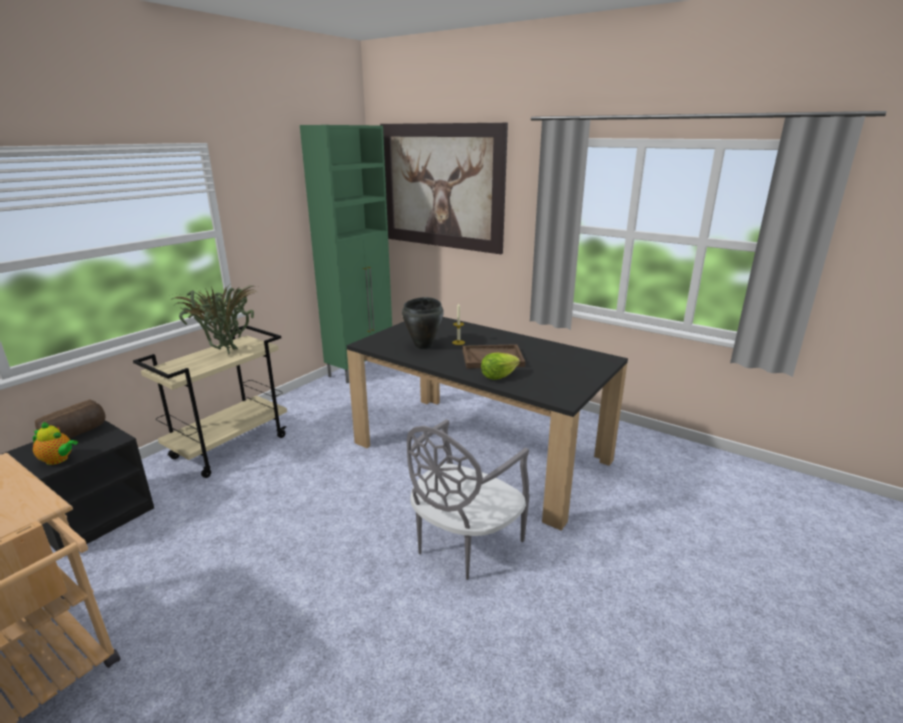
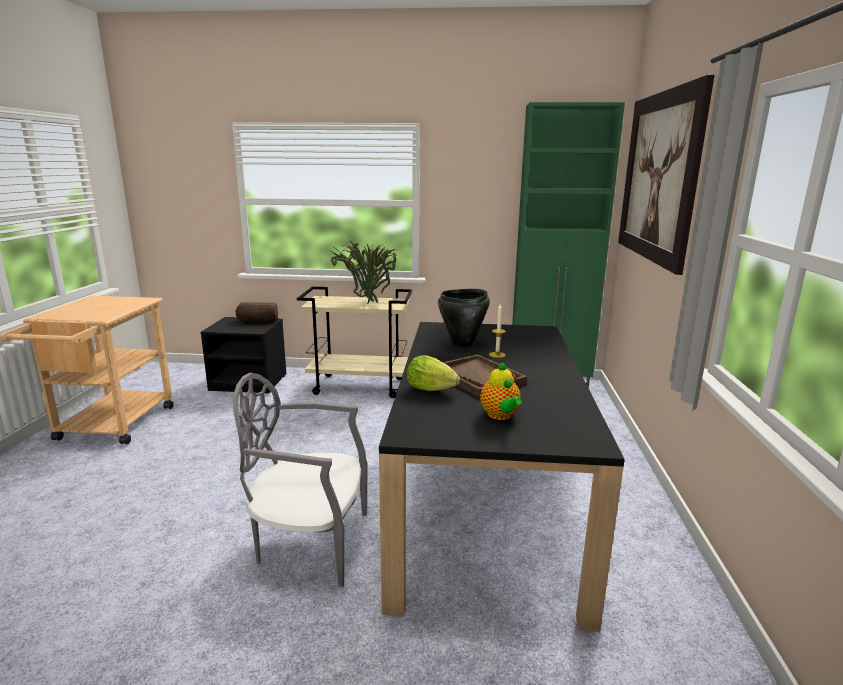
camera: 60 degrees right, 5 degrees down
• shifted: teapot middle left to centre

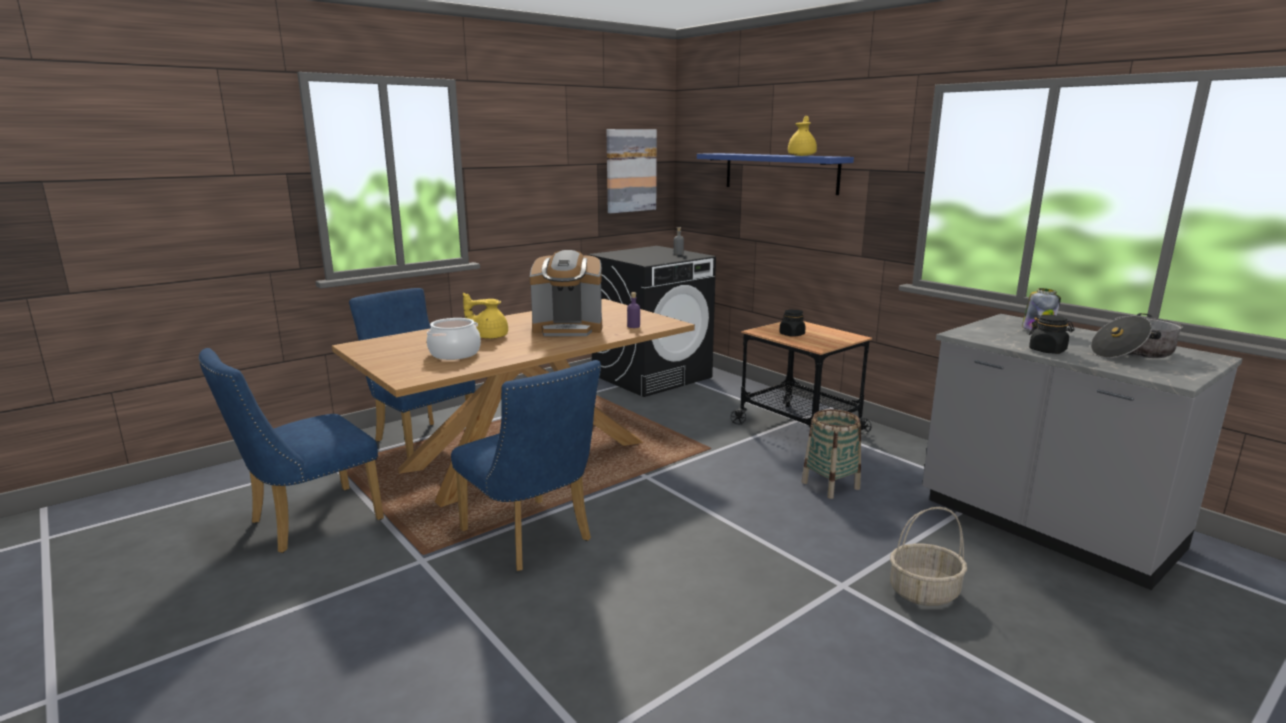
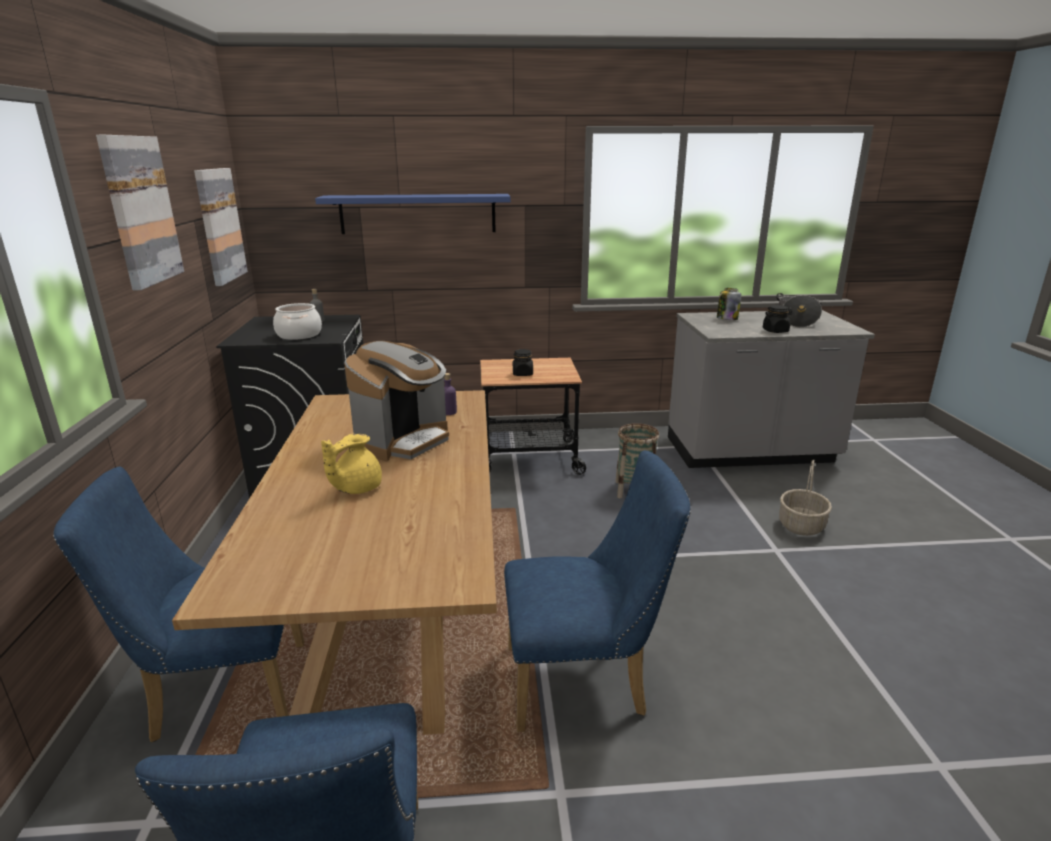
camera: 55 degrees left, 5 degrees up
• shifted: cooking pot (no. 1 from left) centre to middle left
• gone: teapot (yellow) (no. 2 from left) top centre
• new: picture (no. 1 from left) top left

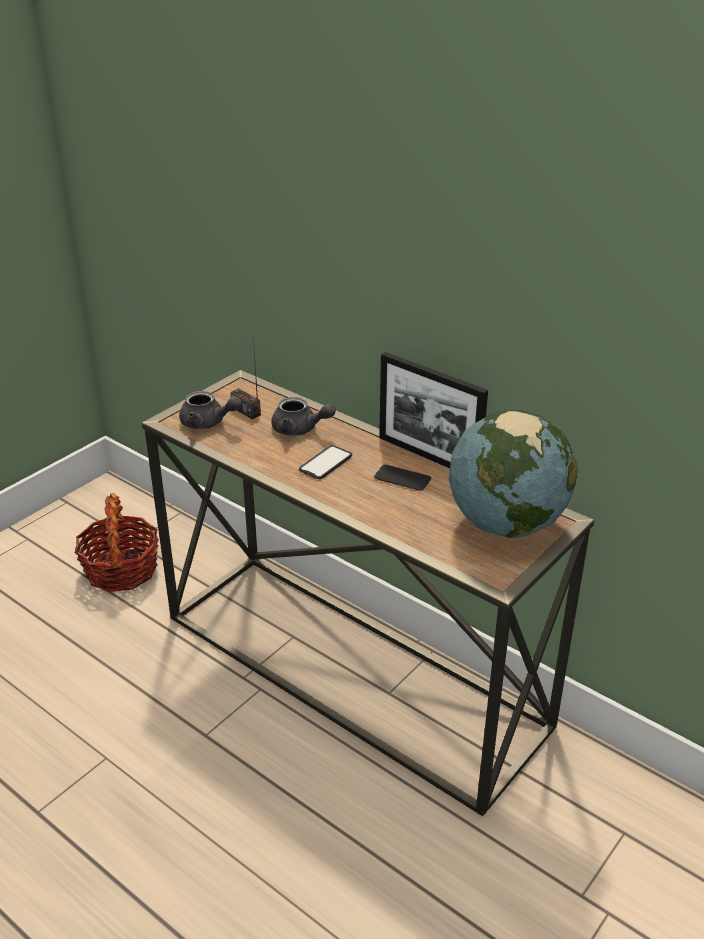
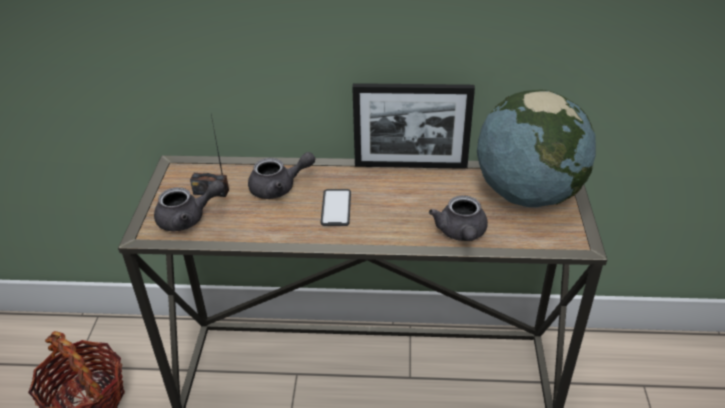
camera: 35 degrees left, 5 degrees up
• gone: phone (no. 2 from left) centre
• new: teapot (grey) (no. 3 from left) centre

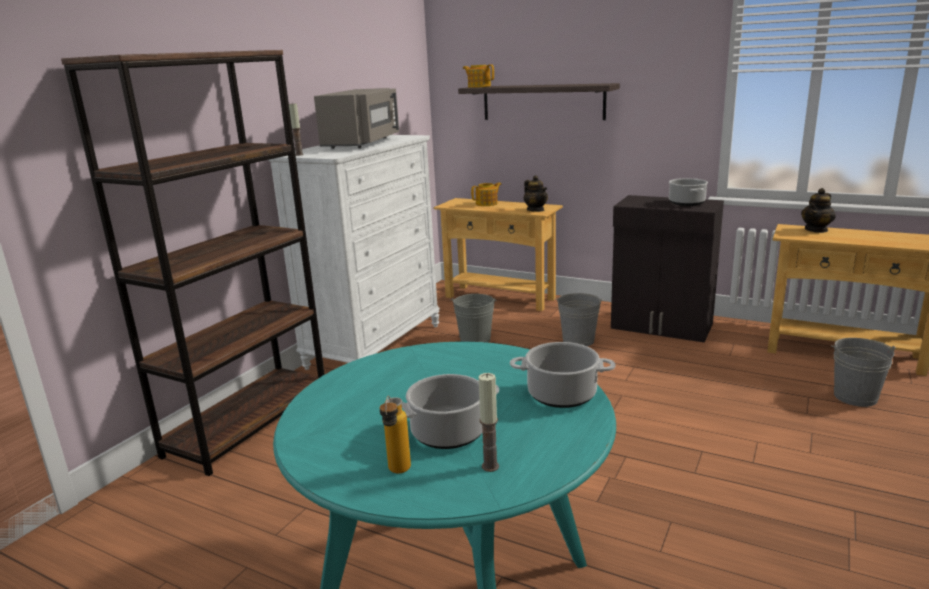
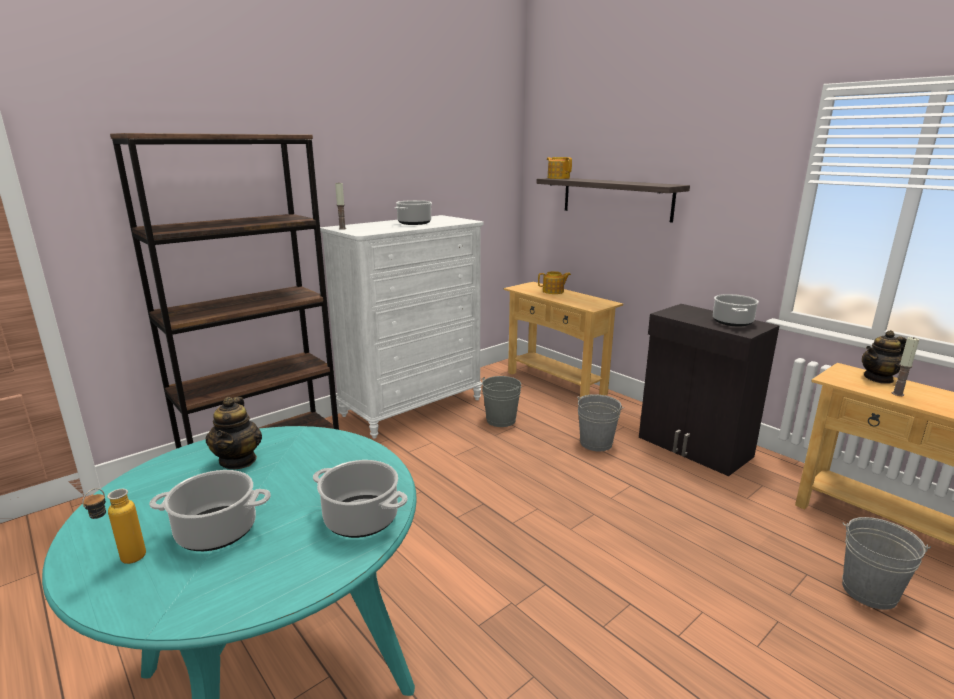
camera: 20 degrees right, 0 degrees up
• swapped: microwave (grey) top centre to cooking pot (no. 3 from left) top centre
• shifted: candle (no. 2 from left) bottom centre to middle right
• shifted: teapot (no. 3 from left in the first image) top centre to teapot (no. 1 from left) middle left

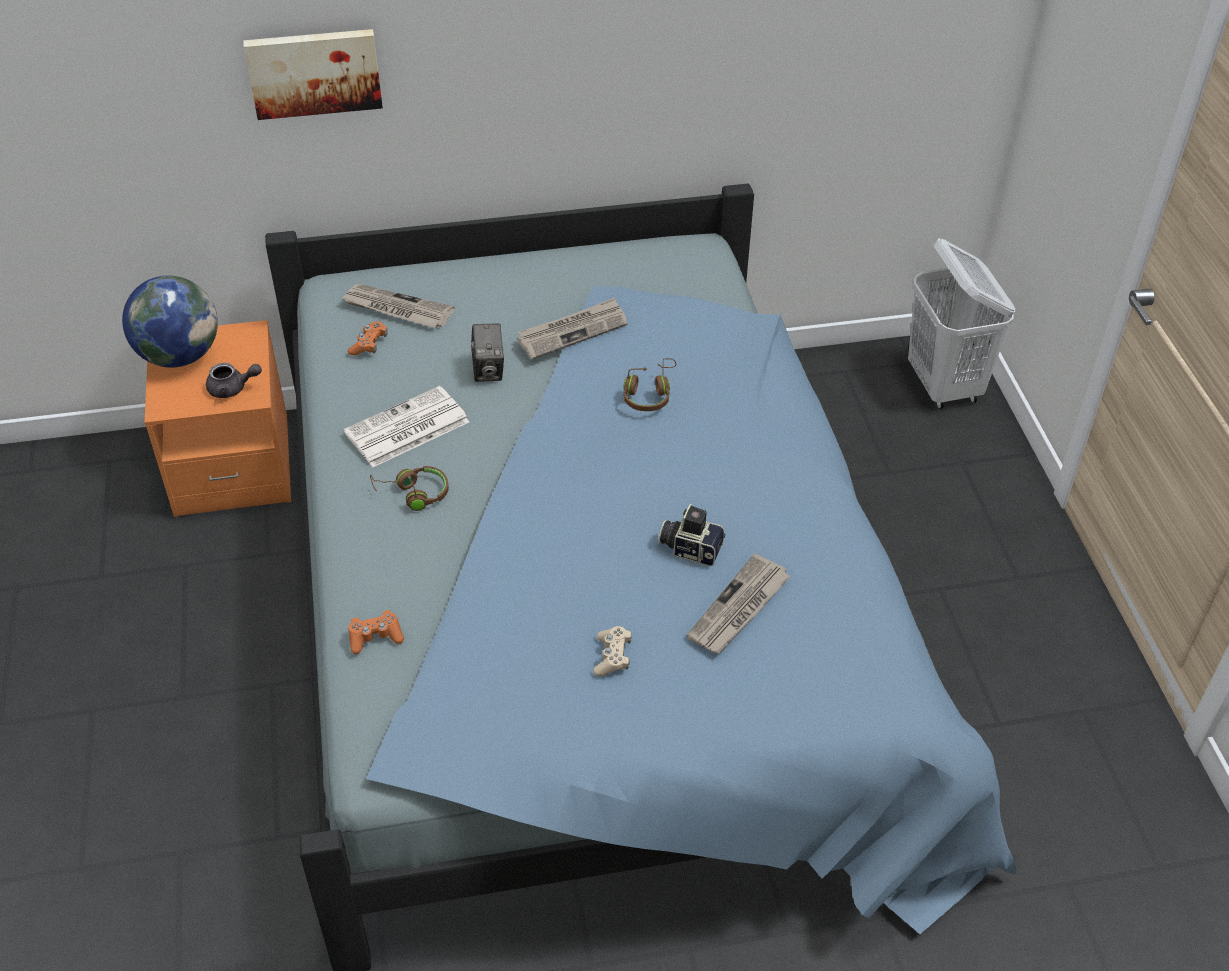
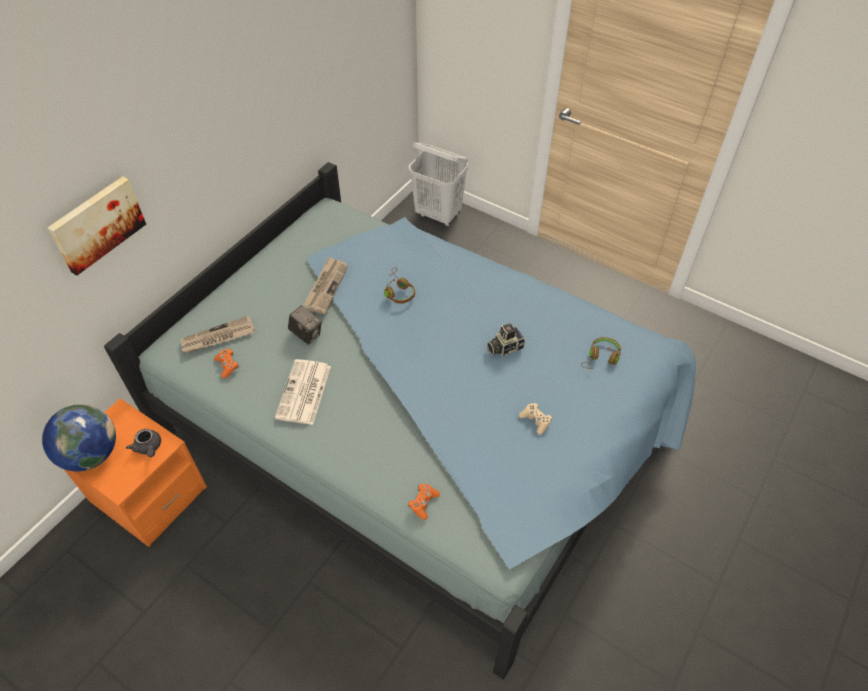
camera: 45 degrees left, 5 degrees up
• rotated: teapot (grey) middle left = middle left 105 degrees clockwise
• shifted: headphones (brown) (no. 1 from left in the first image) middle left to headphones (brown) (no. 2 from left) middle right
• gone: newspaper (no. 4 from left) centre

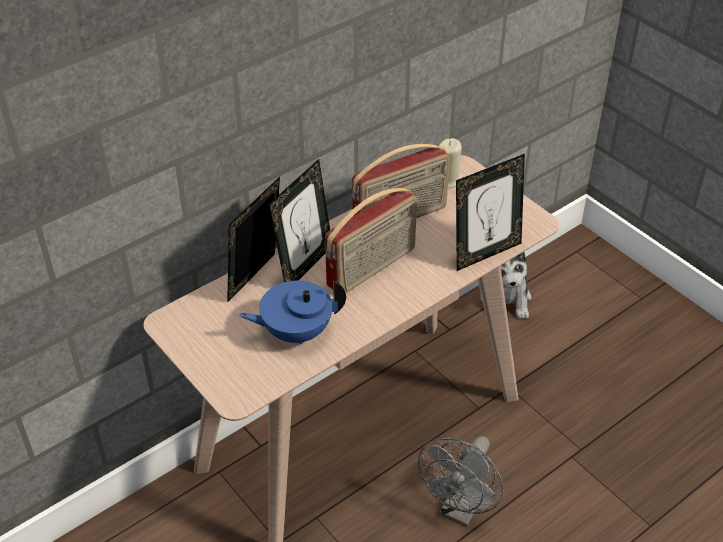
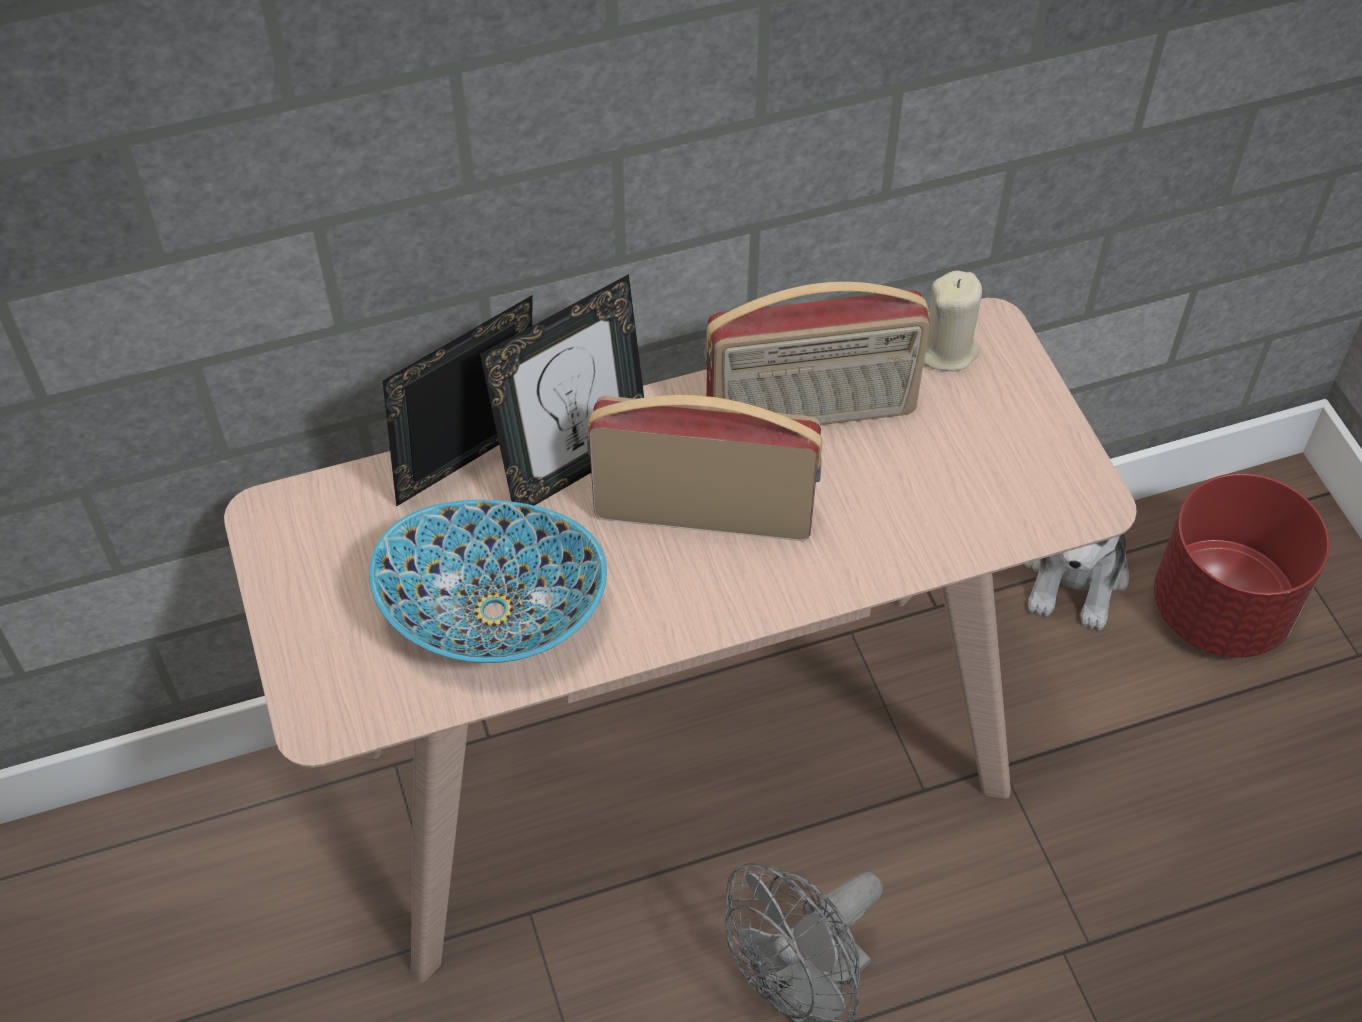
camera: 20 degrees right, 10 degrees up
• swapped: teapot (blue) centre to bowl centre
• rotated: radio (no. 1 from left) centre = centre 150 degrees counterclockwise
• gone: picture frame (no. 3 from left) middle right
• new: planter (red) middle right

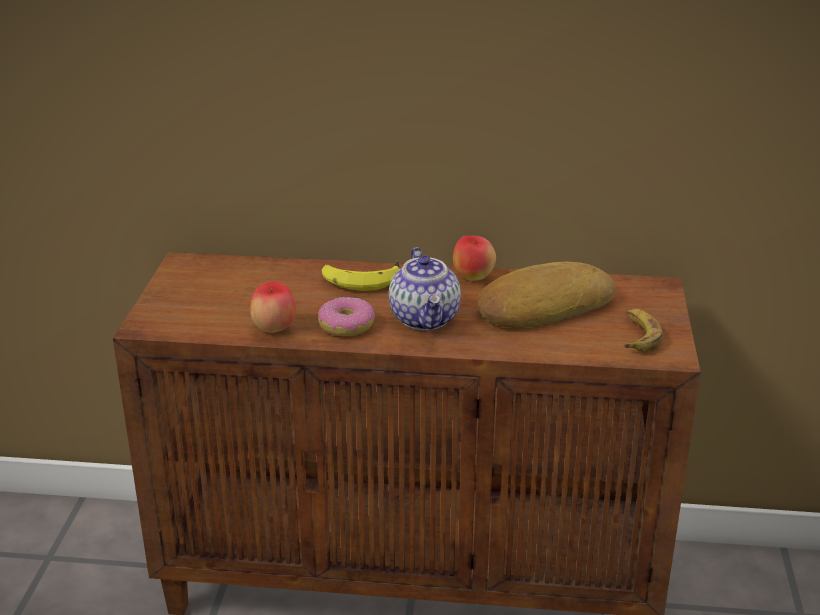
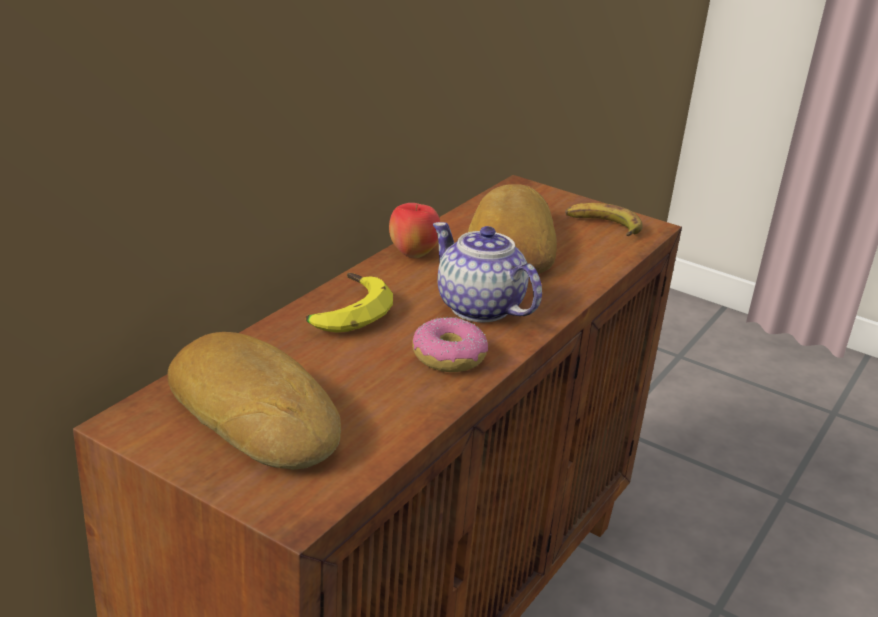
camera: 65 degrees left, 0 degrees up
• gone: apple (no. 1 from left) middle left
• rotated: teapot centre = centre 150 degrees counterclockwise
• new: bread (no. 1 from left) middle left

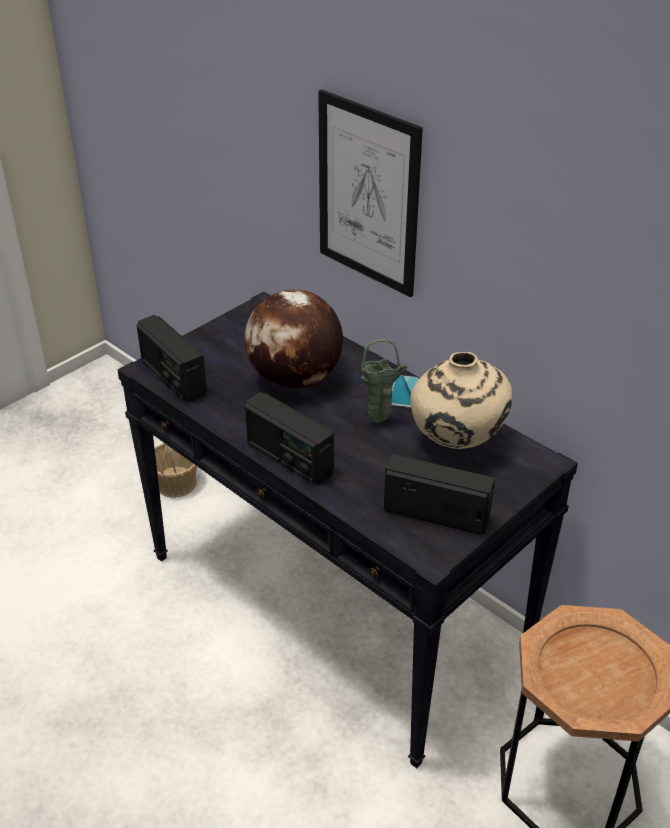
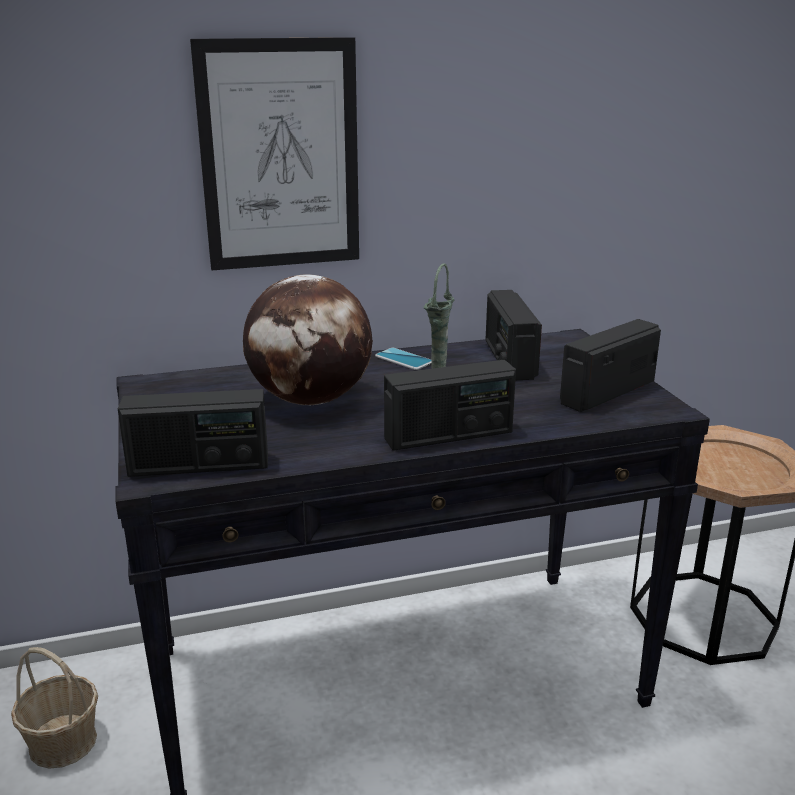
camera: 60 degrees left, 15 degrees down
• swapped: vase (beige) middle right to radio (no. 3 from left) centre

